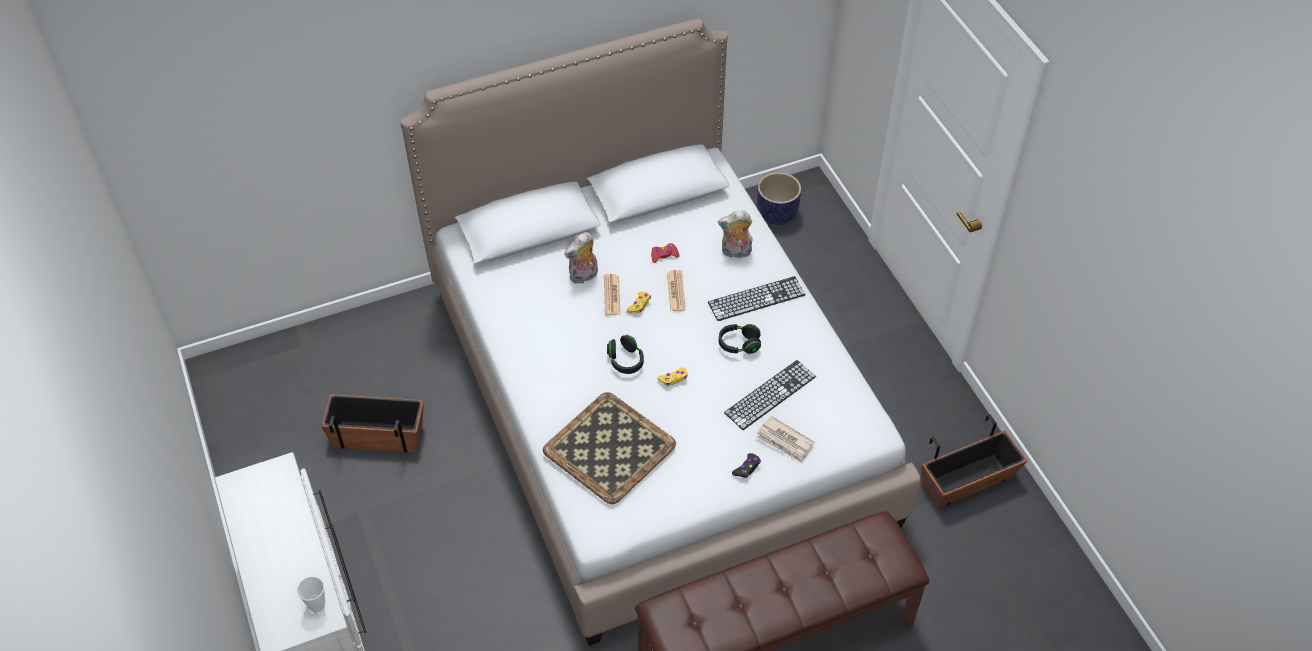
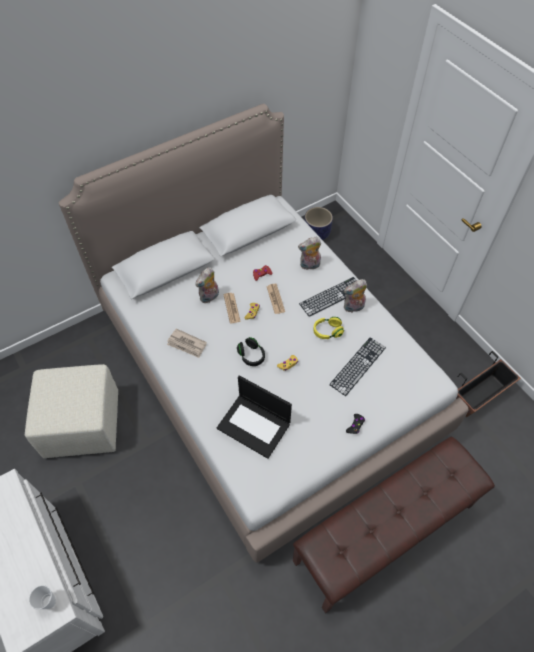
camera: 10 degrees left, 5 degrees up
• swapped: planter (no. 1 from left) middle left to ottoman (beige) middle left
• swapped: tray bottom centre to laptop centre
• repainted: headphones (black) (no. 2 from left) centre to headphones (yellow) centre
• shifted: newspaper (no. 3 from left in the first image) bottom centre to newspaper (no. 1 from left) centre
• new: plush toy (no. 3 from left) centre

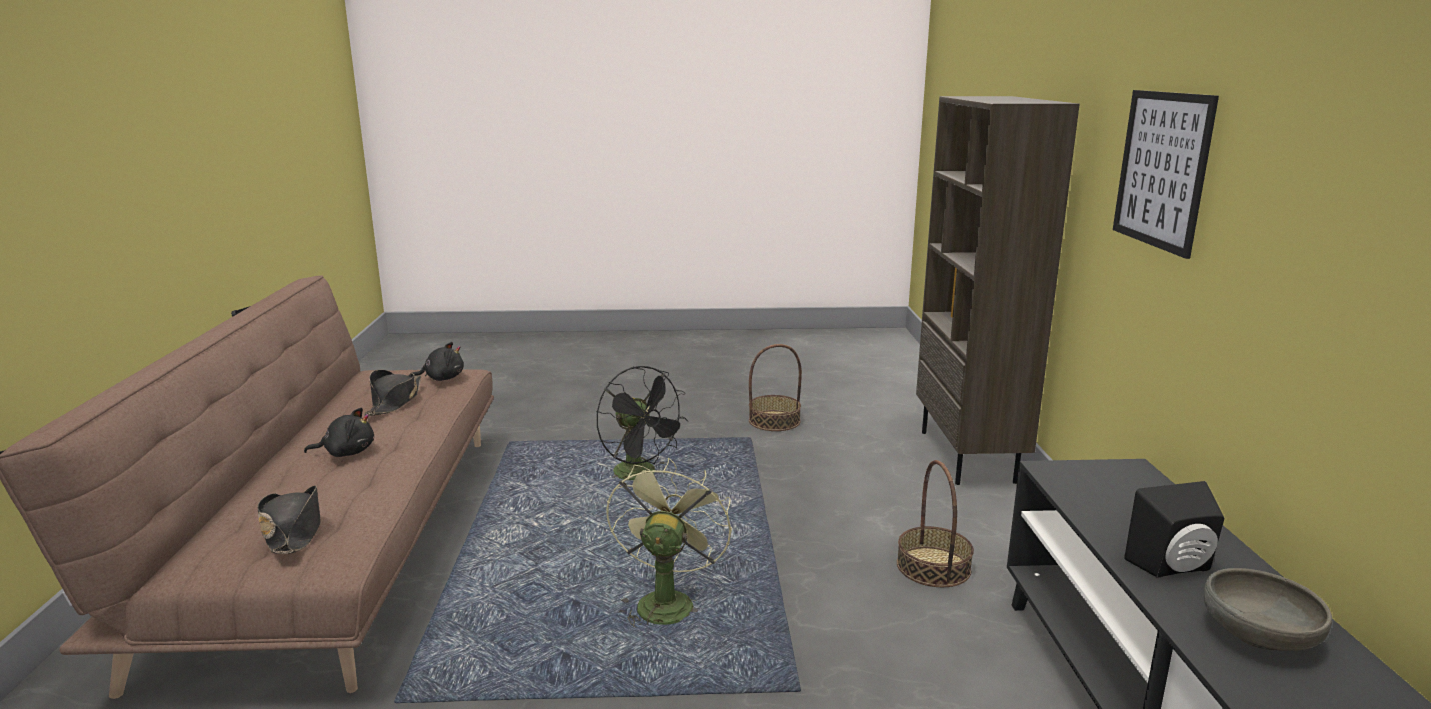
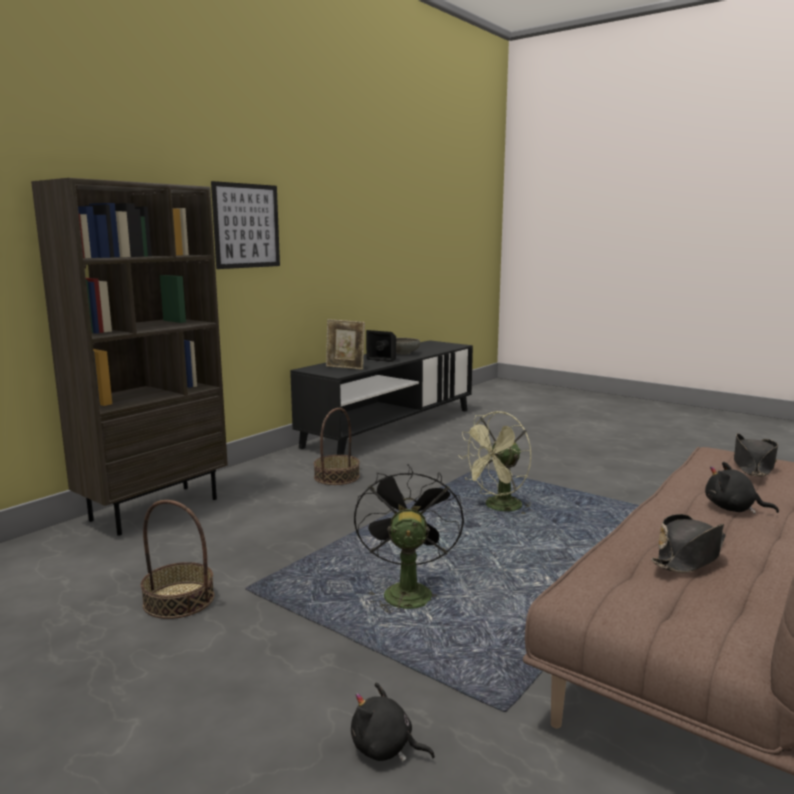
camera: 140 degrees left, 5 degrees down
• shifted: plush toy (black) (no. 2 from left in the first image) middle left to plush toy (black) (no. 1 from left) bottom centre
• new: picture frame centre

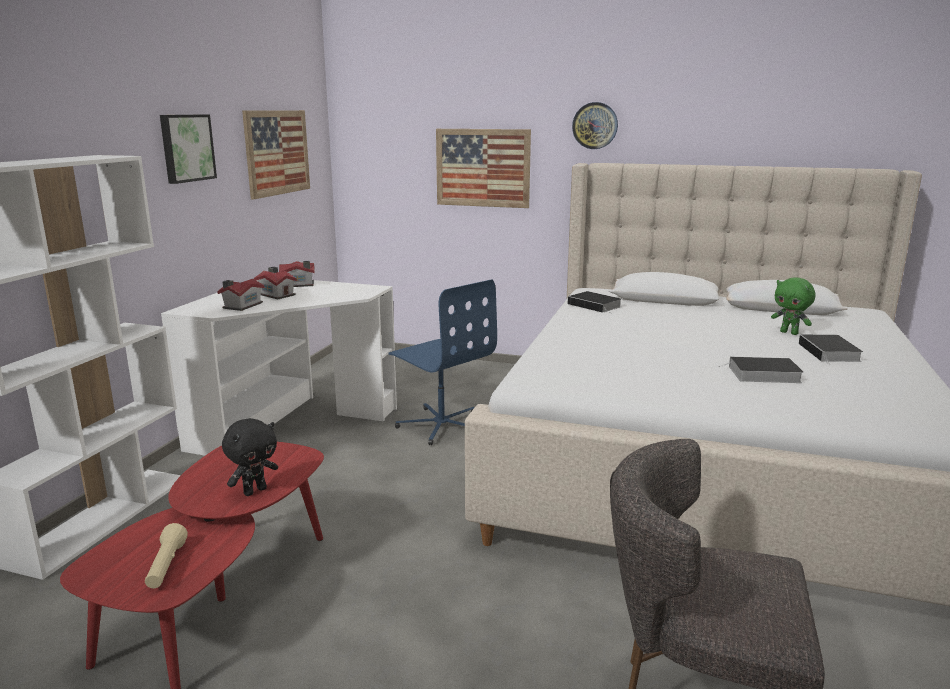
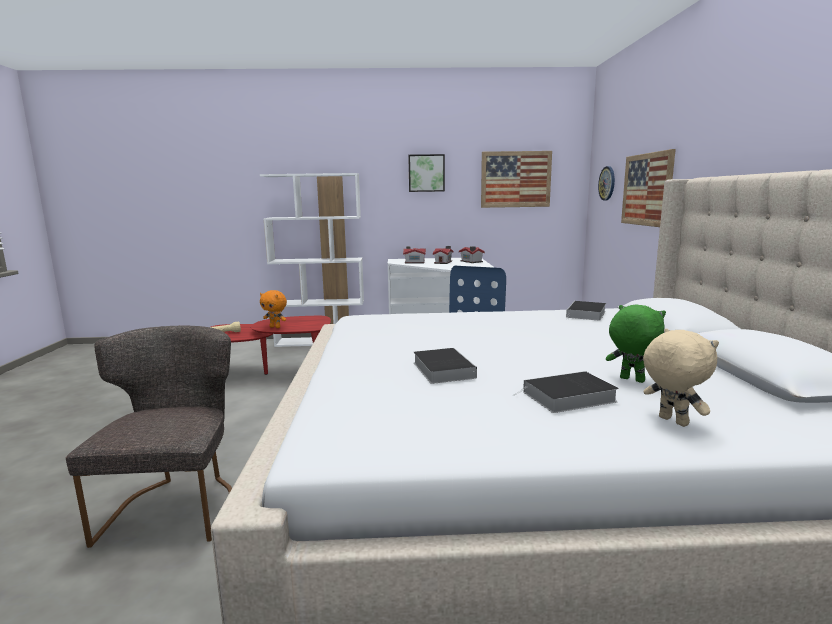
camera: 70 degrees right, 5 degrees down
• repainted: plush toy (black) middle left to plush toy (orange) middle left
• shifted: wall clock top centre to top right
• rotated: plush toy (green) middle right = middle right 105 degrees clockwise
• new: plush toy (beige) middle right

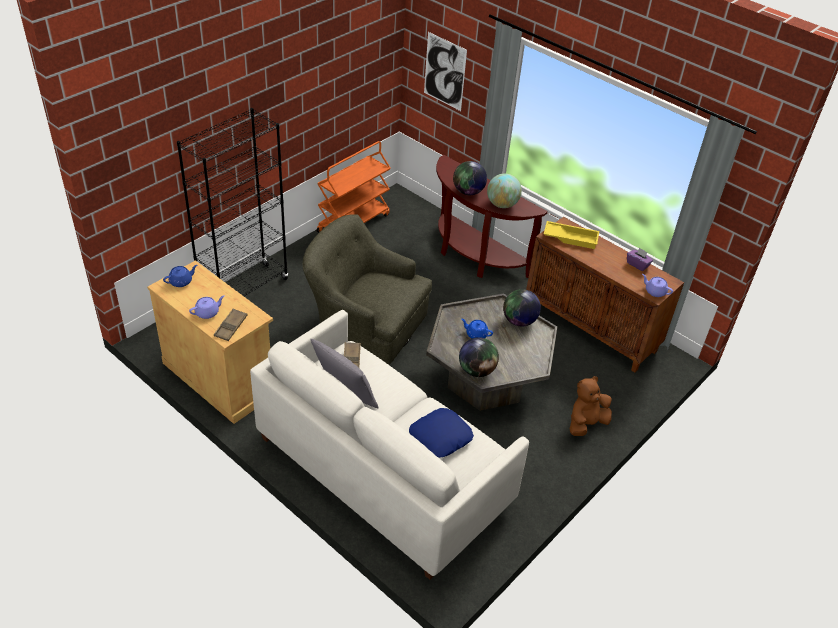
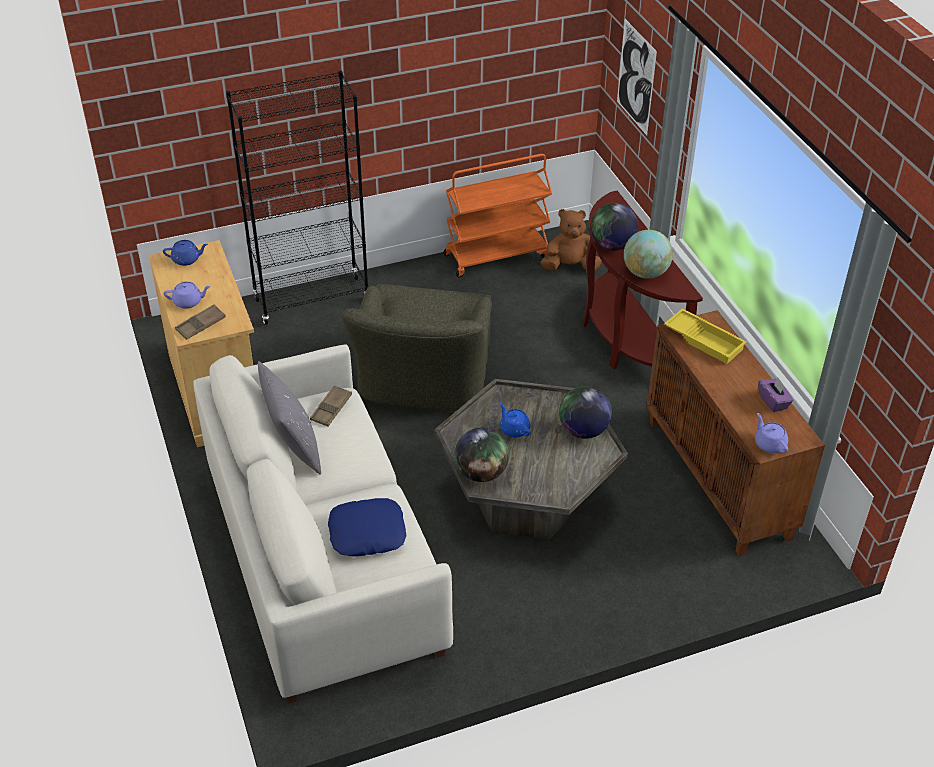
camera: 30 degrees right, 0 degrees up
• rotated: armchair (green) centre = centre 135 degrees counterclockwise
• shifted: plush toy (brown) middle right to top centre

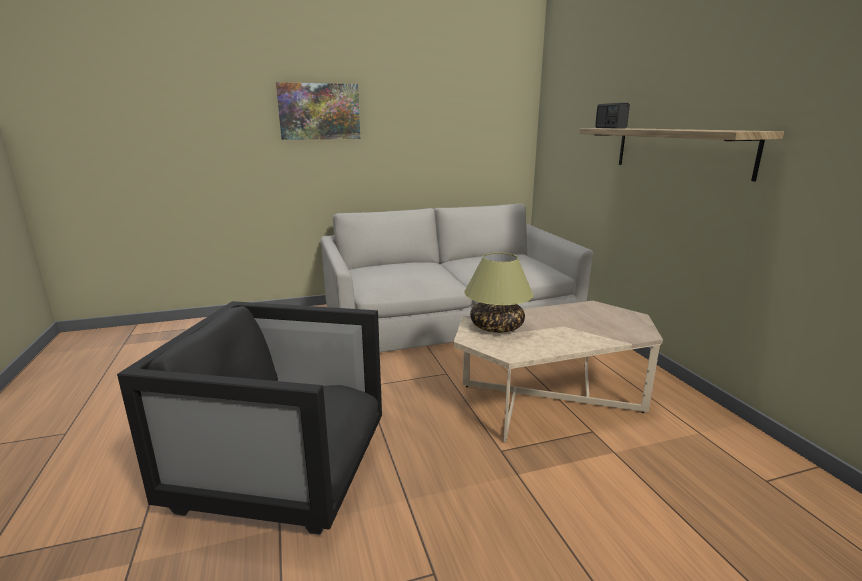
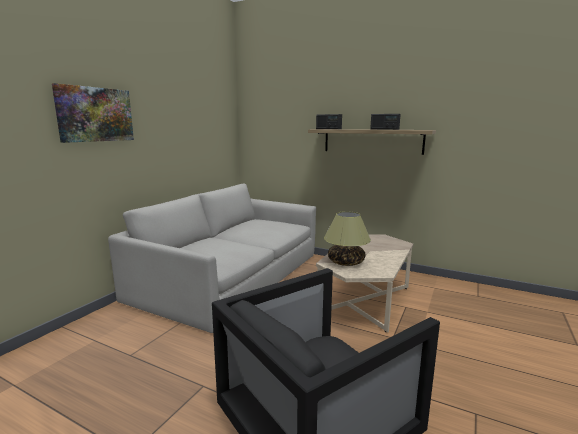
camera: 45 degrees left, 5 degrees down
• new: radio (no. 2 from left) top centre

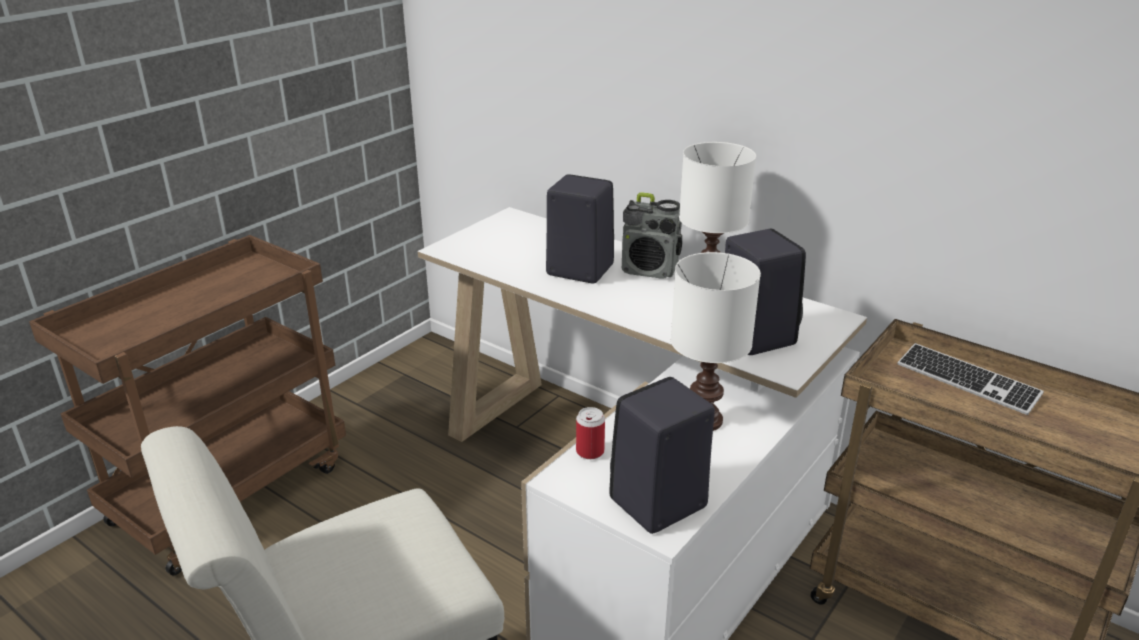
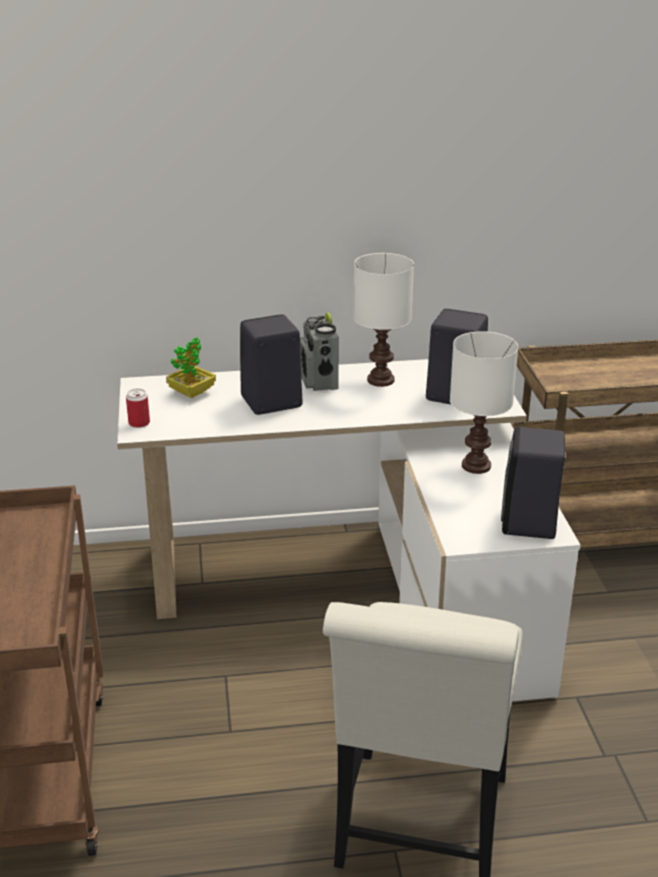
camera: 45 degrees left, 0 degrees up
• shifted: can bottom centre to middle left
• rotated: radio centre = centre 105 degrees clockwise
• gone: keyboard middle right
• new: potted plant middle left

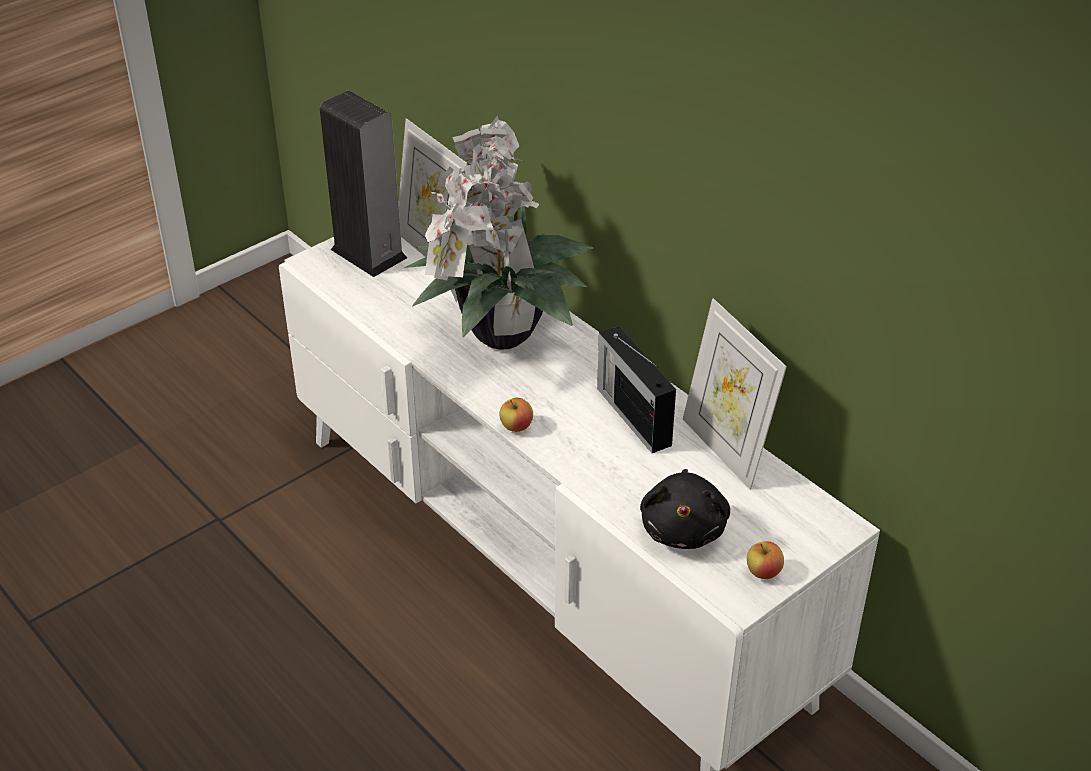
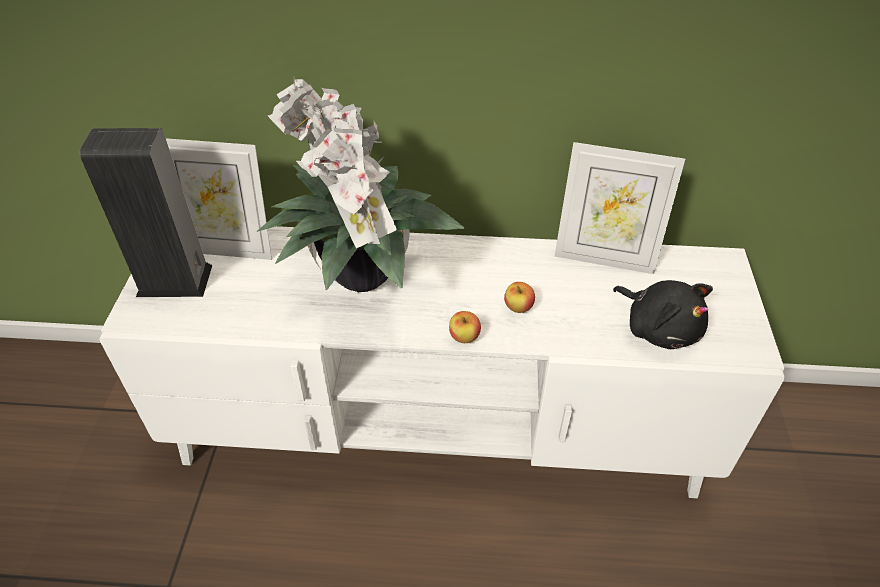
camera: 45 degrees left, 5 degrees up
• gone: radio centre
• shifted: apple (no. 2 from left) bottom right to centre

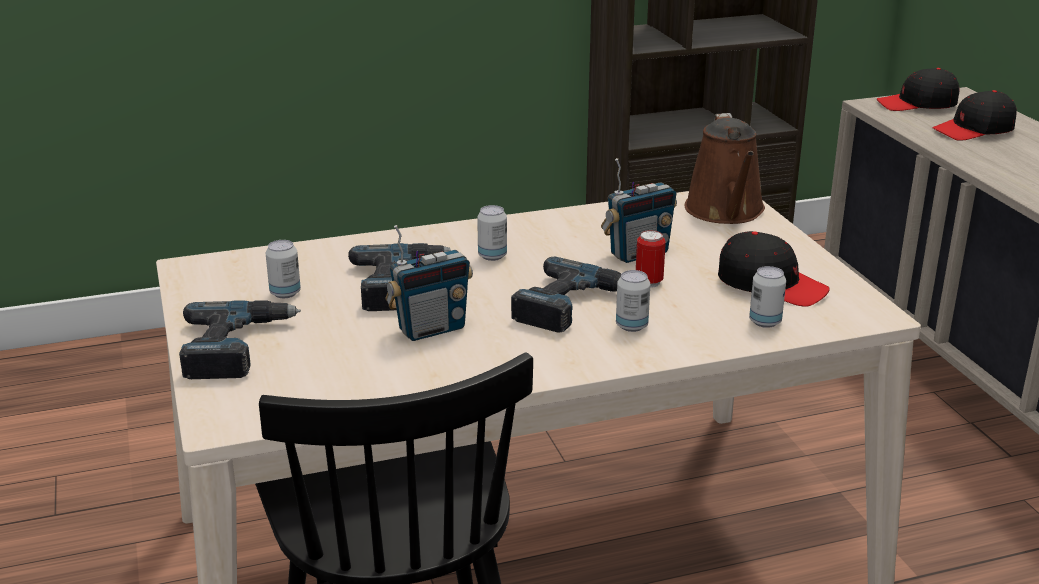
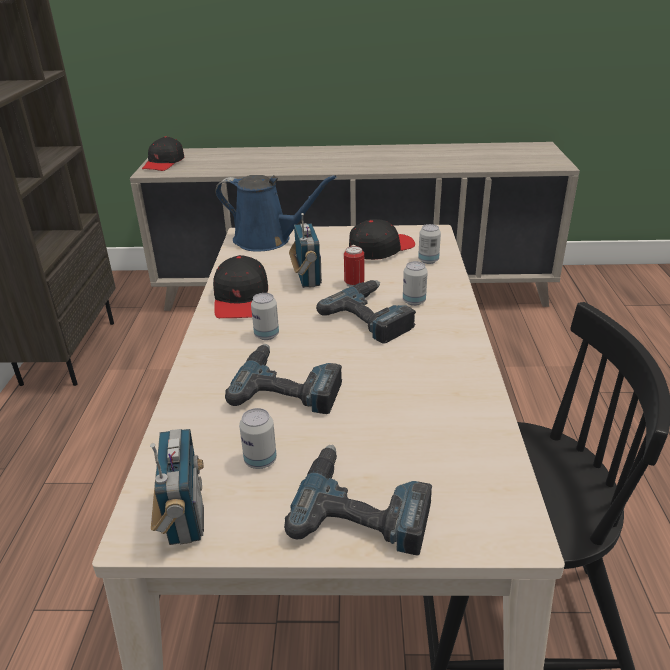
camera: 70 degrees left, 5 degrees up
• shifted: radio (no. 1 from left) centre to bottom left
• repainted: watering can (brown) top right to watering can (blue) top centre
• shifted: cap (black) (no. 3 from left in the first image) top right to cap (black) (no. 2 from left) centre

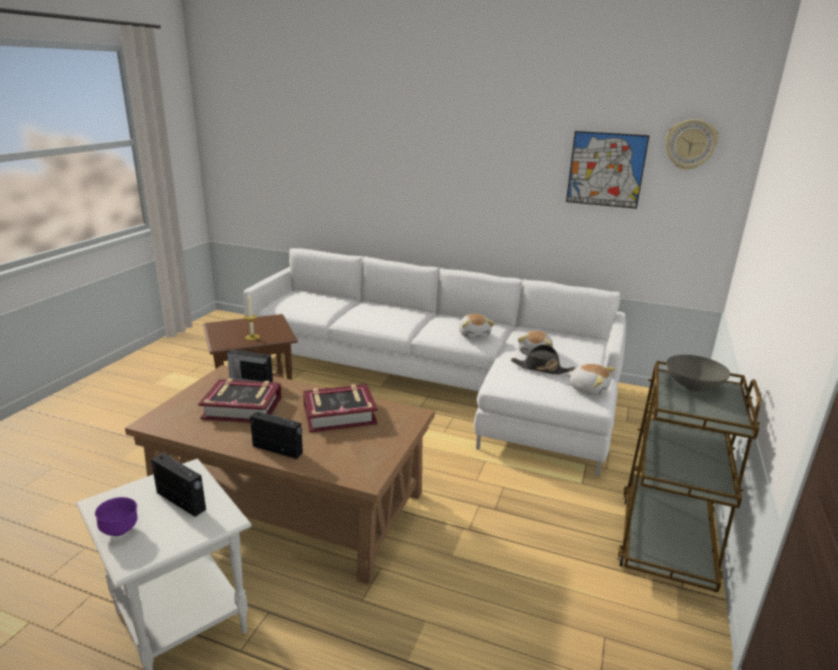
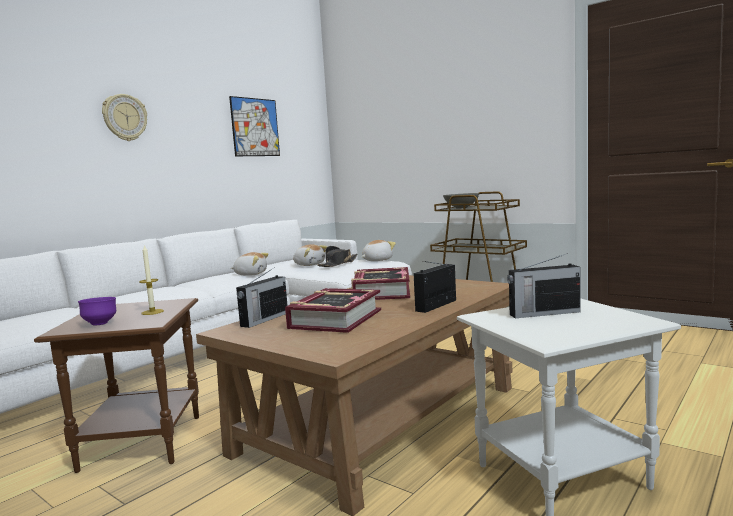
camera: 70 degrees left, 15 degrees down
• shifted: bowl (purple) bottom left to middle left
• rotated: radio (no. 1 from left in the first image) bottom left = middle right 150 degrees counterclockwise
• shifted: wall clock top right to top left

